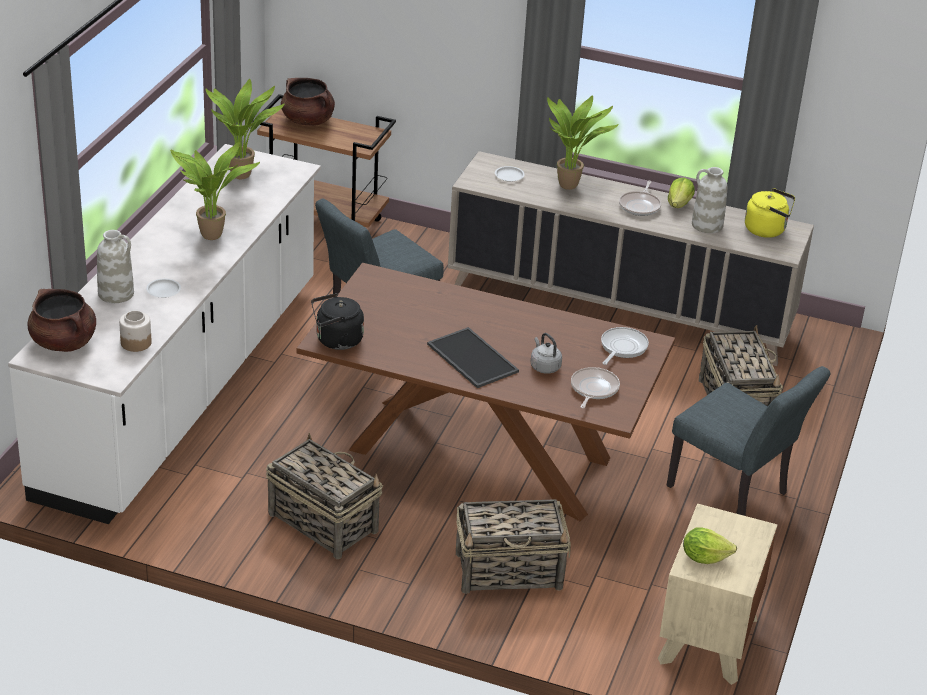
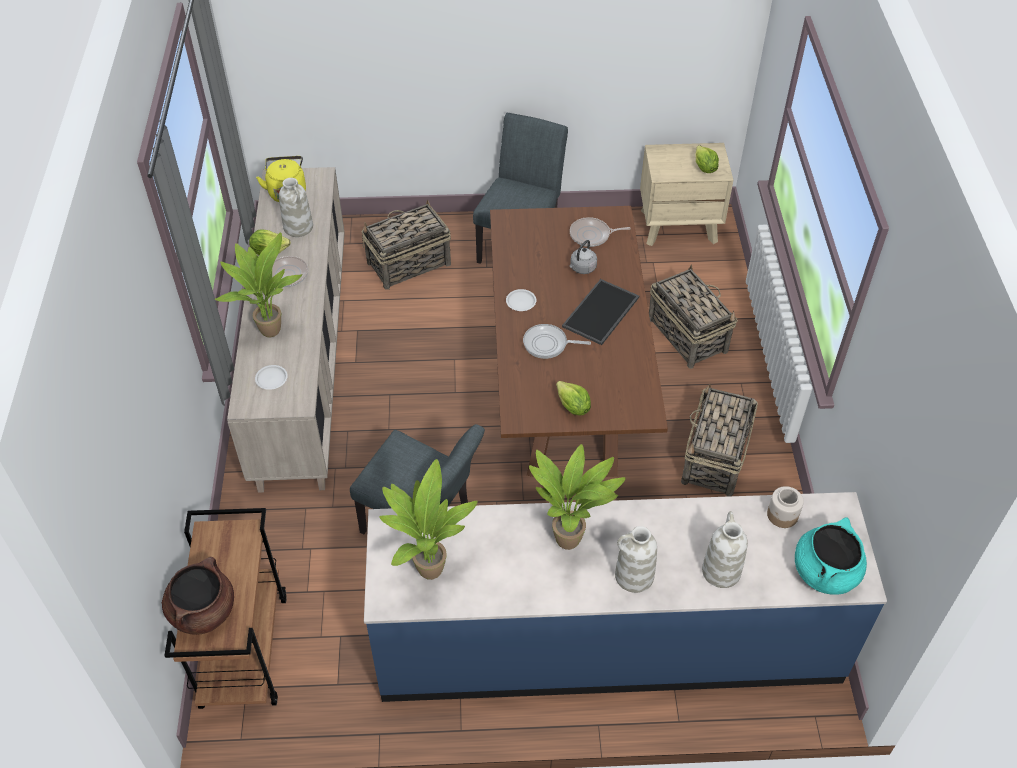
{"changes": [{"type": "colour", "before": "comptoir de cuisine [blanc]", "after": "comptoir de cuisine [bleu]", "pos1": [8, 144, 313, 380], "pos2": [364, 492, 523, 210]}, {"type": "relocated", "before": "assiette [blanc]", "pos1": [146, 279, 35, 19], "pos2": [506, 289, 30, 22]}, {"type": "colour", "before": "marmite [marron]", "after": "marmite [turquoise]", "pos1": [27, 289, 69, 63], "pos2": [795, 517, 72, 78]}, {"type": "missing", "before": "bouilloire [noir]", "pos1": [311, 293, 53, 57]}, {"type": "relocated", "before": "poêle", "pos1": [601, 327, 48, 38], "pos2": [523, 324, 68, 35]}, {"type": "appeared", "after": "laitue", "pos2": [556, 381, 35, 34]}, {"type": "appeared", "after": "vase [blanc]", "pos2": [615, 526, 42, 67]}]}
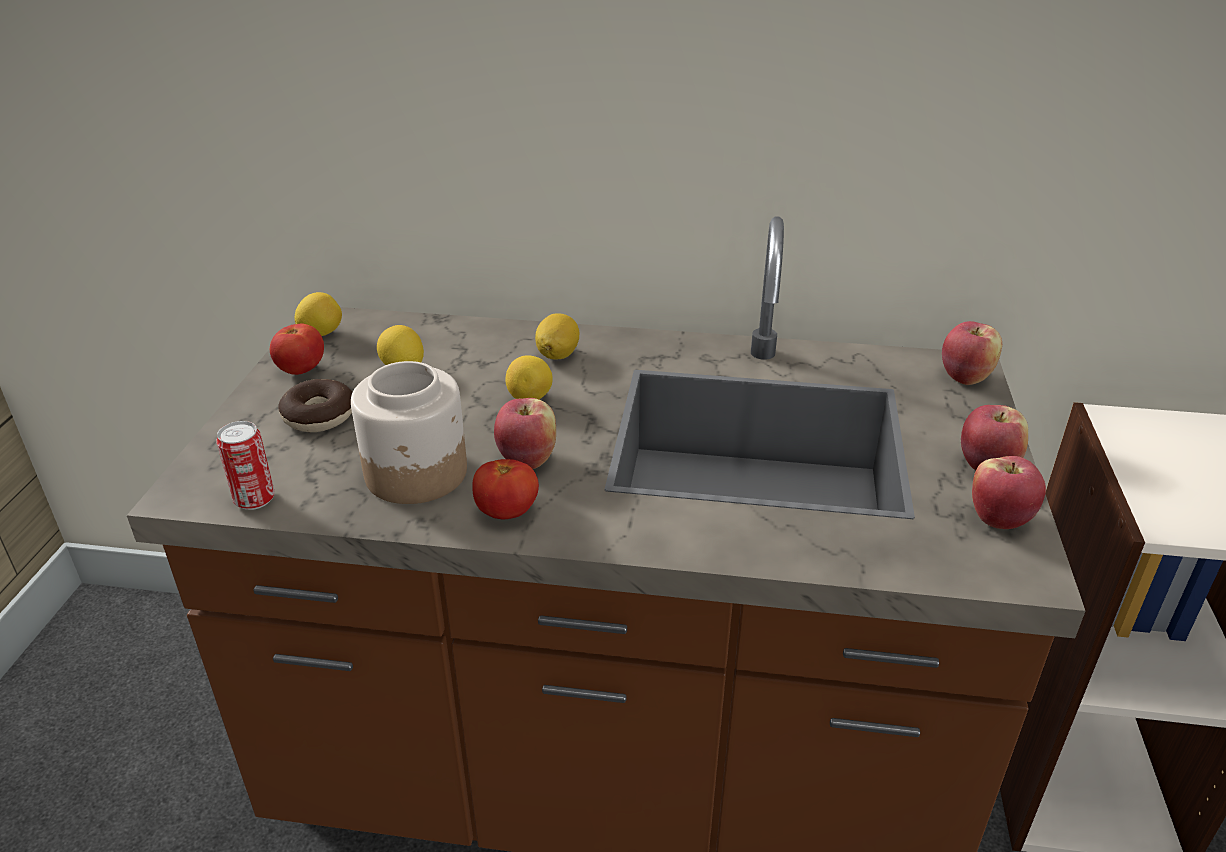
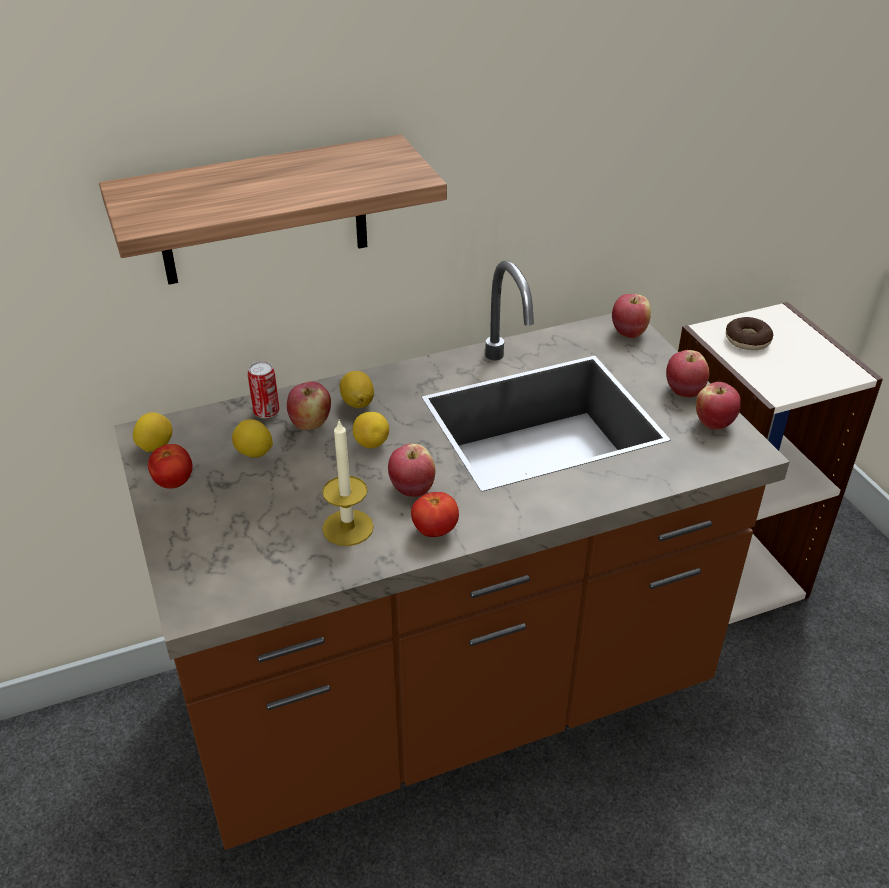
{"changes": [{"type": "exchanged", "before": "bocal", "after": "bougie", "pos1": [351, 361, 116, 143], "pos2": [322, 421, 52, 125]}, {"type": "relocated", "before": "beignet", "pos1": [278, 379, 75, 53], "pos2": [726, 317, 47, 33]}, {"type": "relocated", "before": "boîte métallique", "pos1": [216, 421, 59, 89], "pos2": [247, 361, 32, 57]}, {"type": "appeared", "after": "étagère", "pos2": [99, 135, 348, 149]}, {"type": "appeared", "after": "pomme", "pos2": [287, 382, 44, 48]}]}
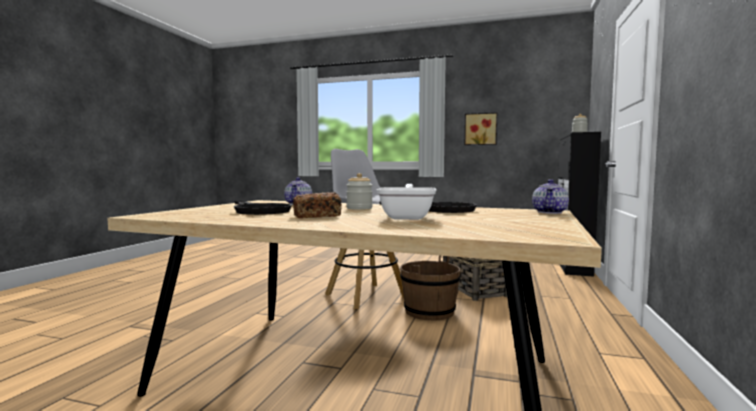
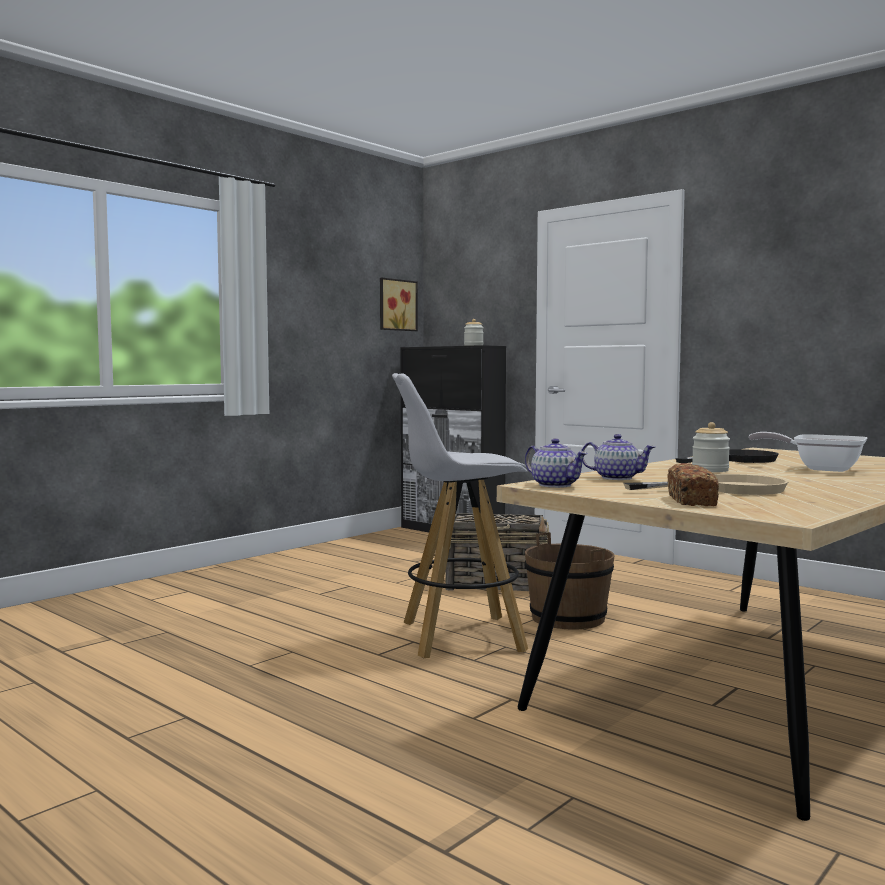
{"changes": [{"type": "relocated", "before": "tableau", "pos1": [464, 112, 33, 33], "pos2": [380, 278, 38, 53]}, {"type": "relocated", "before": "théière", "pos1": [532, 179, 37, 35], "pos2": [525, 438, 63, 50]}, {"type": "relocated", "before": "pain", "pos1": [293, 192, 49, 26], "pos2": [667, 463, 52, 43]}, {"type": "colour", "before": "poêle [noir]", "after": "poêle [beige]", "pos1": [234, 201, 58, 14], "pos2": [623, 474, 165, 21]}]}
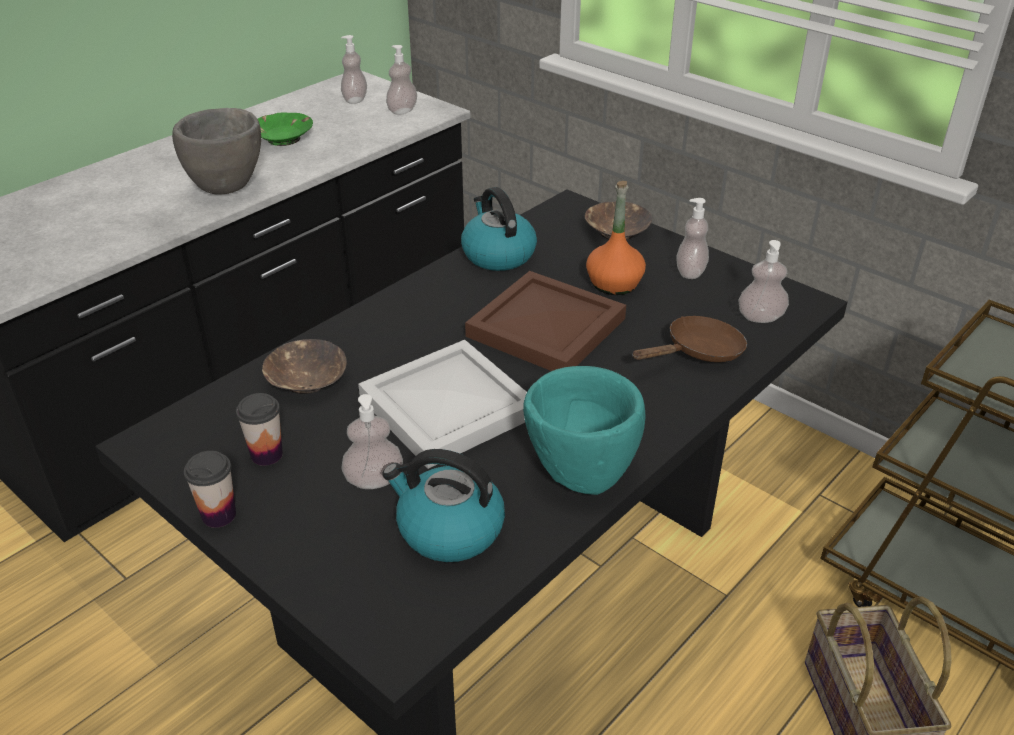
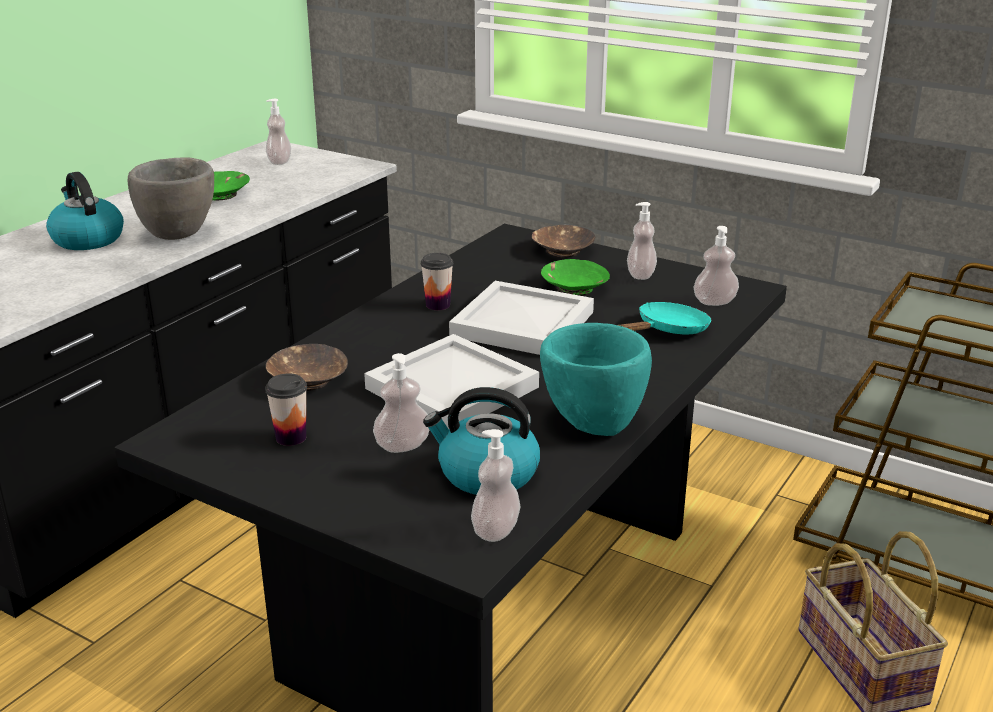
{"changes": [{"type": "relocated", "before": "distributeur de savon", "pos1": [386, 45, 31, 70], "pos2": [471, 429, 49, 113]}, {"type": "exchanged", "before": "bouteille [orange]", "after": "bol [vert]", "pos1": [586, 181, 60, 114], "pos2": [541, 259, 69, 37]}, {"type": "relocated", "before": "bouilloire", "pos1": [461, 187, 76, 84], "pos2": [46, 172, 78, 78]}, {"type": "colour", "before": "plateau [marron]", "after": "plateau [blanc]", "pos1": [465, 271, 161, 100], "pos2": [449, 281, 145, 74]}, {"type": "colour", "before": "poêle [marron]", "after": "poêle [turquoise]", "pos1": [632, 316, 115, 46], "pos2": [618, 302, 93, 32]}, {"type": "relocated", "before": "tasse", "pos1": [184, 451, 52, 77], "pos2": [421, 253, 32, 57]}]}
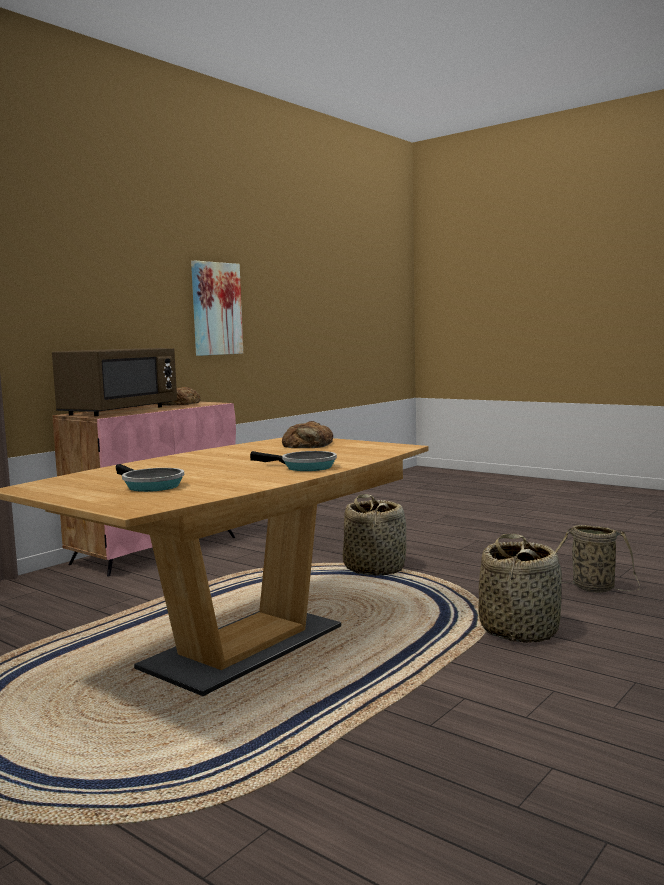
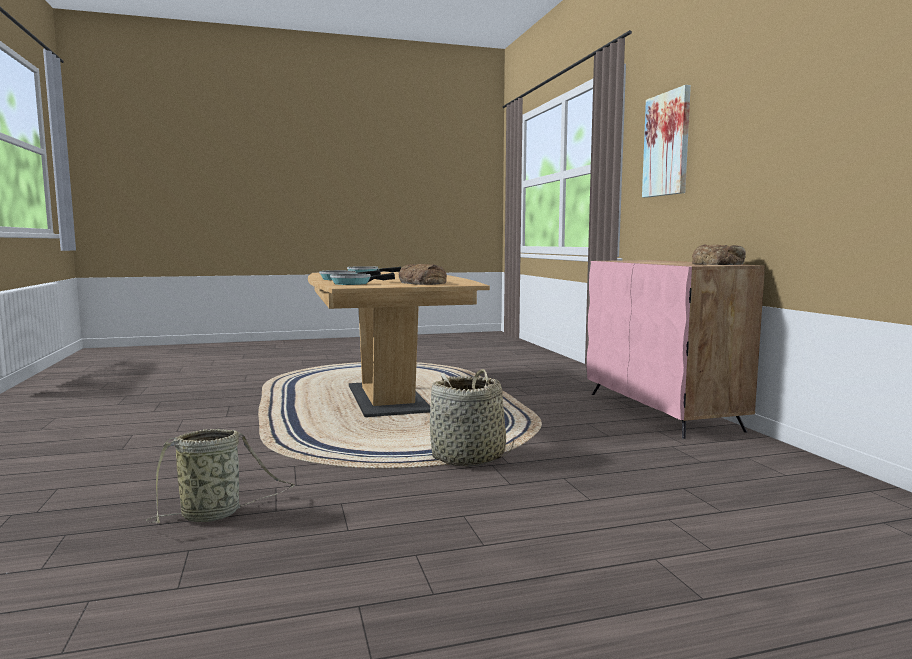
{"changes": [{"type": "relocated", "before": "tableau", "pos1": [191, 260, 52, 96], "pos2": [642, 85, 49, 113]}, {"type": "missing", "before": "micro-ondes [marron]", "pos1": [52, 348, 125, 68]}, {"type": "missing", "before": "panier", "pos1": [478, 534, 84, 109]}, {"type": "appeared", "after": "poêle", "pos2": [330, 273, 65, 12]}]}
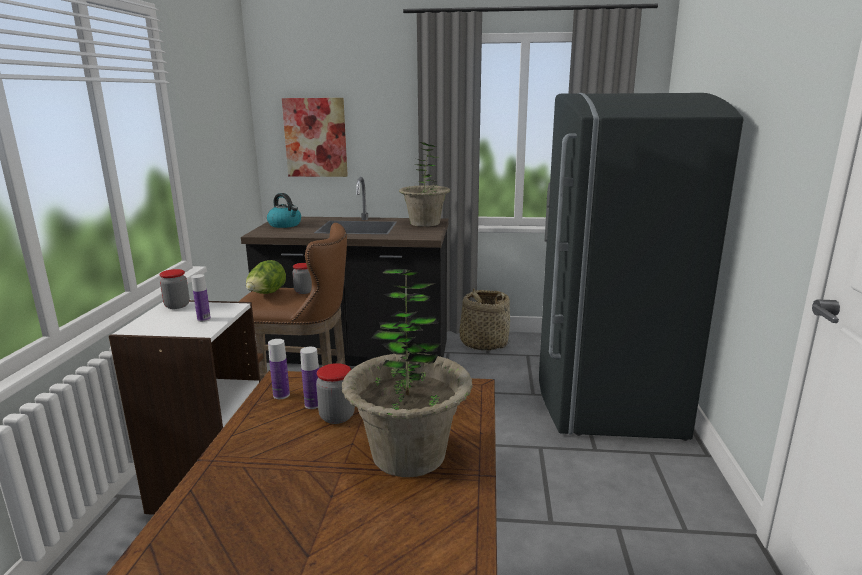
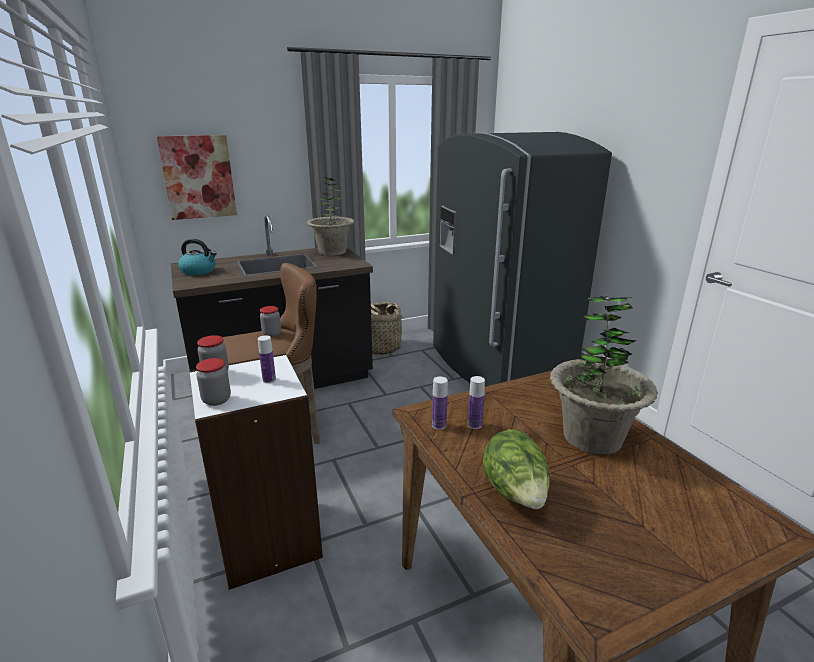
{"changes": [{"type": "relocated", "before": "laitue", "pos1": [246, 260, 40, 34], "pos2": [483, 429, 67, 80]}, {"type": "relocated", "before": "bocal", "pos1": [316, 363, 39, 61], "pos2": [196, 358, 35, 48]}]}
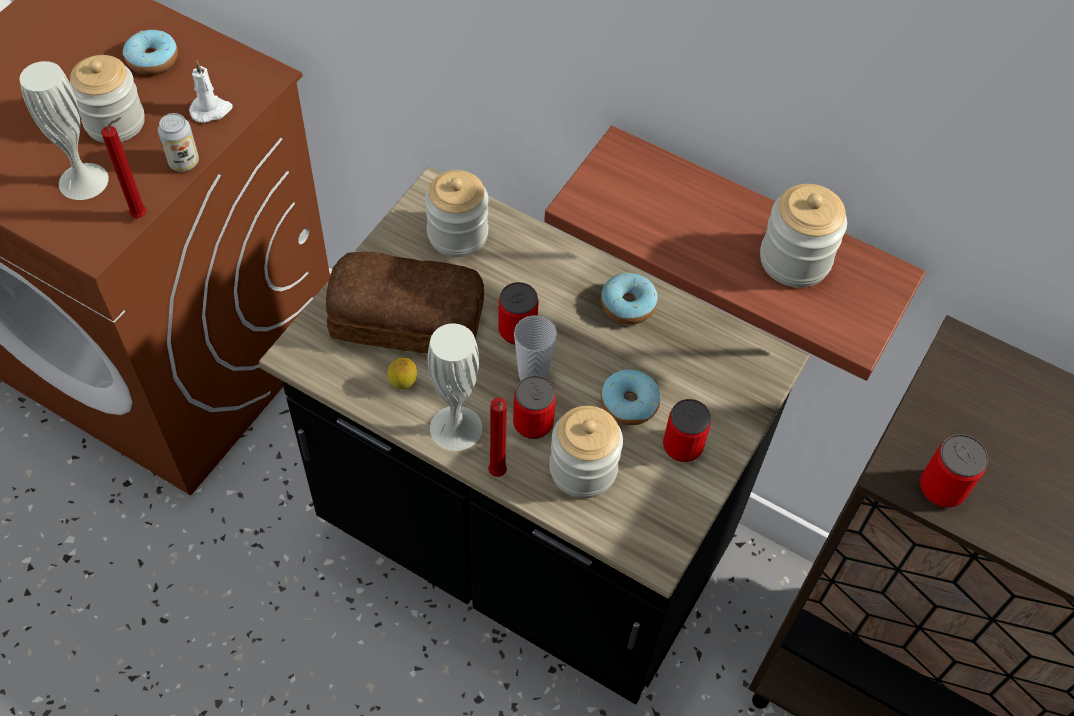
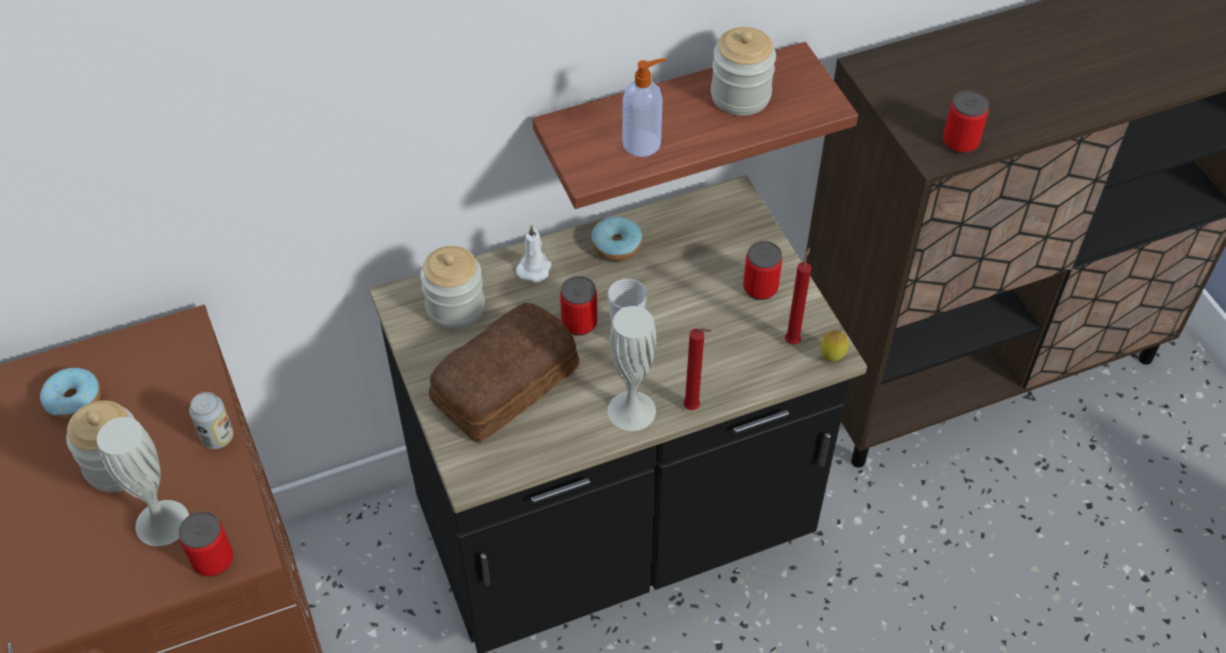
{"changes": [{"type": "relocated", "before": "bougie [blanc]", "pos1": [189, 60, 44, 63], "pos2": [516, 224, 35, 58]}, {"type": "relocated", "before": "bougie [rouge]", "pos1": [101, 117, 46, 101], "pos2": [785, 247, 26, 98]}, {"type": "relocated", "before": "citron", "pos1": [387, 358, 30, 31], "pos2": [820, 331, 29, 31]}, {"type": "missing", "before": "beignet", "pos1": [601, 369, 59, 56]}, {"type": "relocated", "before": "boîte métallique", "pos1": [513, 376, 43, 63], "pos2": [179, 511, 55, 66]}, {"type": "missing", "before": "bocal", "pos1": [549, 406, 74, 92]}, {"type": "appeared", "after": "distributeur de savon", "pos2": [622, 58, 44, 99]}]}
